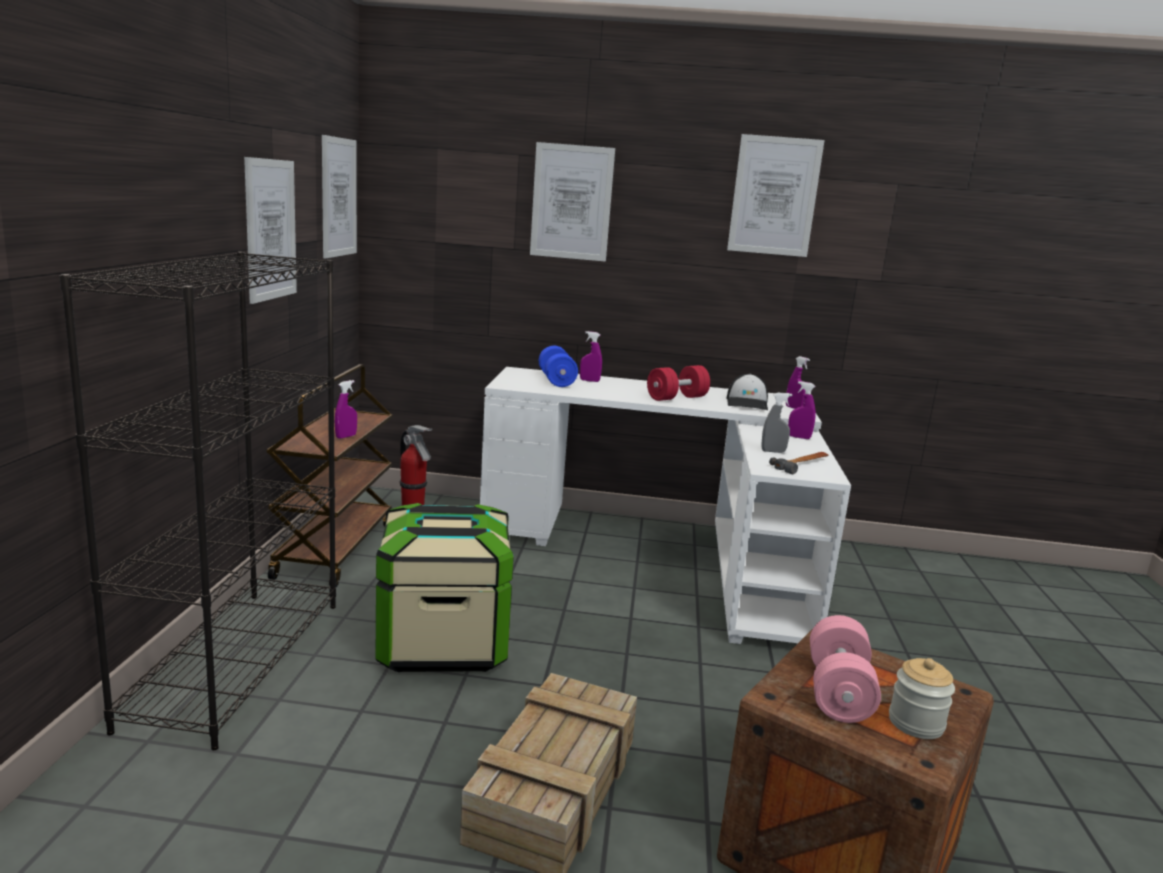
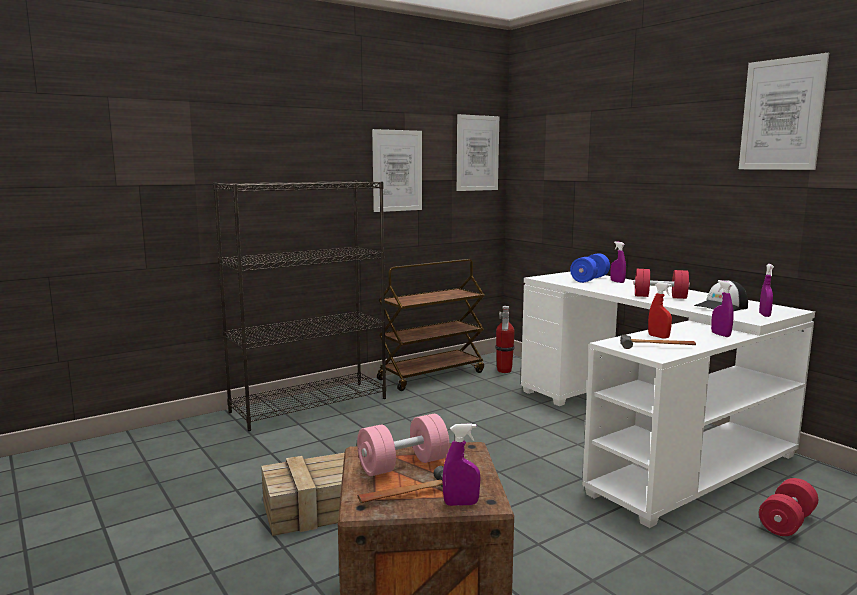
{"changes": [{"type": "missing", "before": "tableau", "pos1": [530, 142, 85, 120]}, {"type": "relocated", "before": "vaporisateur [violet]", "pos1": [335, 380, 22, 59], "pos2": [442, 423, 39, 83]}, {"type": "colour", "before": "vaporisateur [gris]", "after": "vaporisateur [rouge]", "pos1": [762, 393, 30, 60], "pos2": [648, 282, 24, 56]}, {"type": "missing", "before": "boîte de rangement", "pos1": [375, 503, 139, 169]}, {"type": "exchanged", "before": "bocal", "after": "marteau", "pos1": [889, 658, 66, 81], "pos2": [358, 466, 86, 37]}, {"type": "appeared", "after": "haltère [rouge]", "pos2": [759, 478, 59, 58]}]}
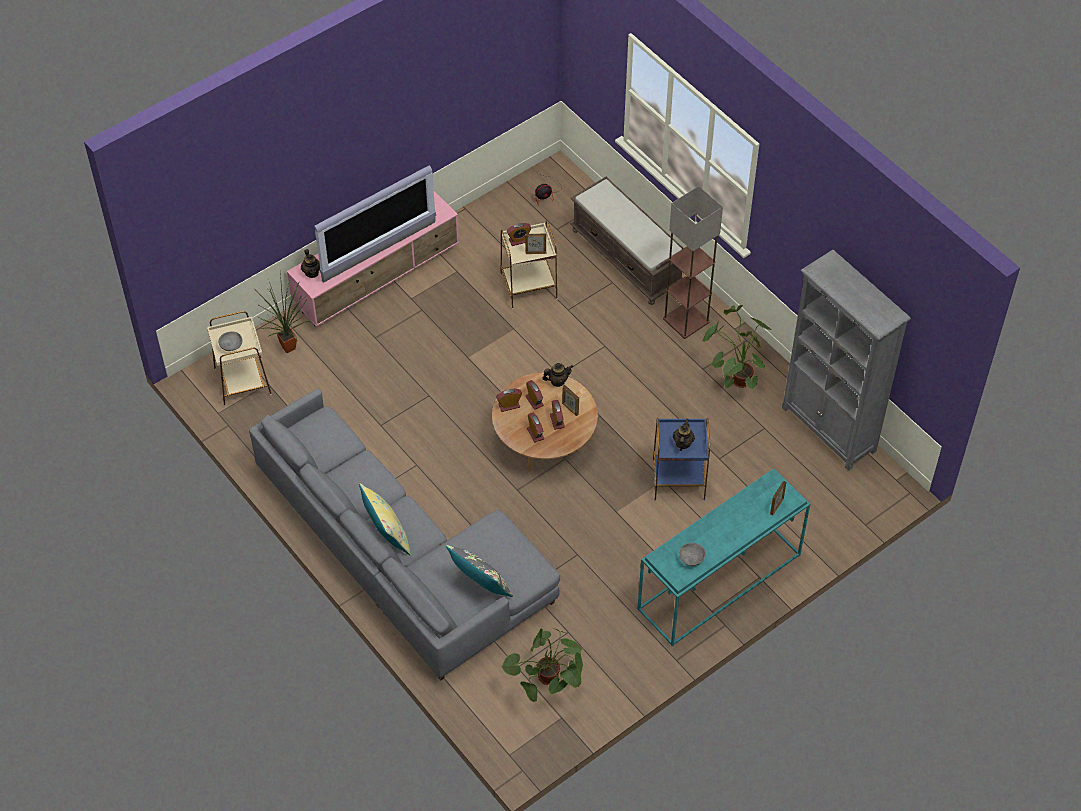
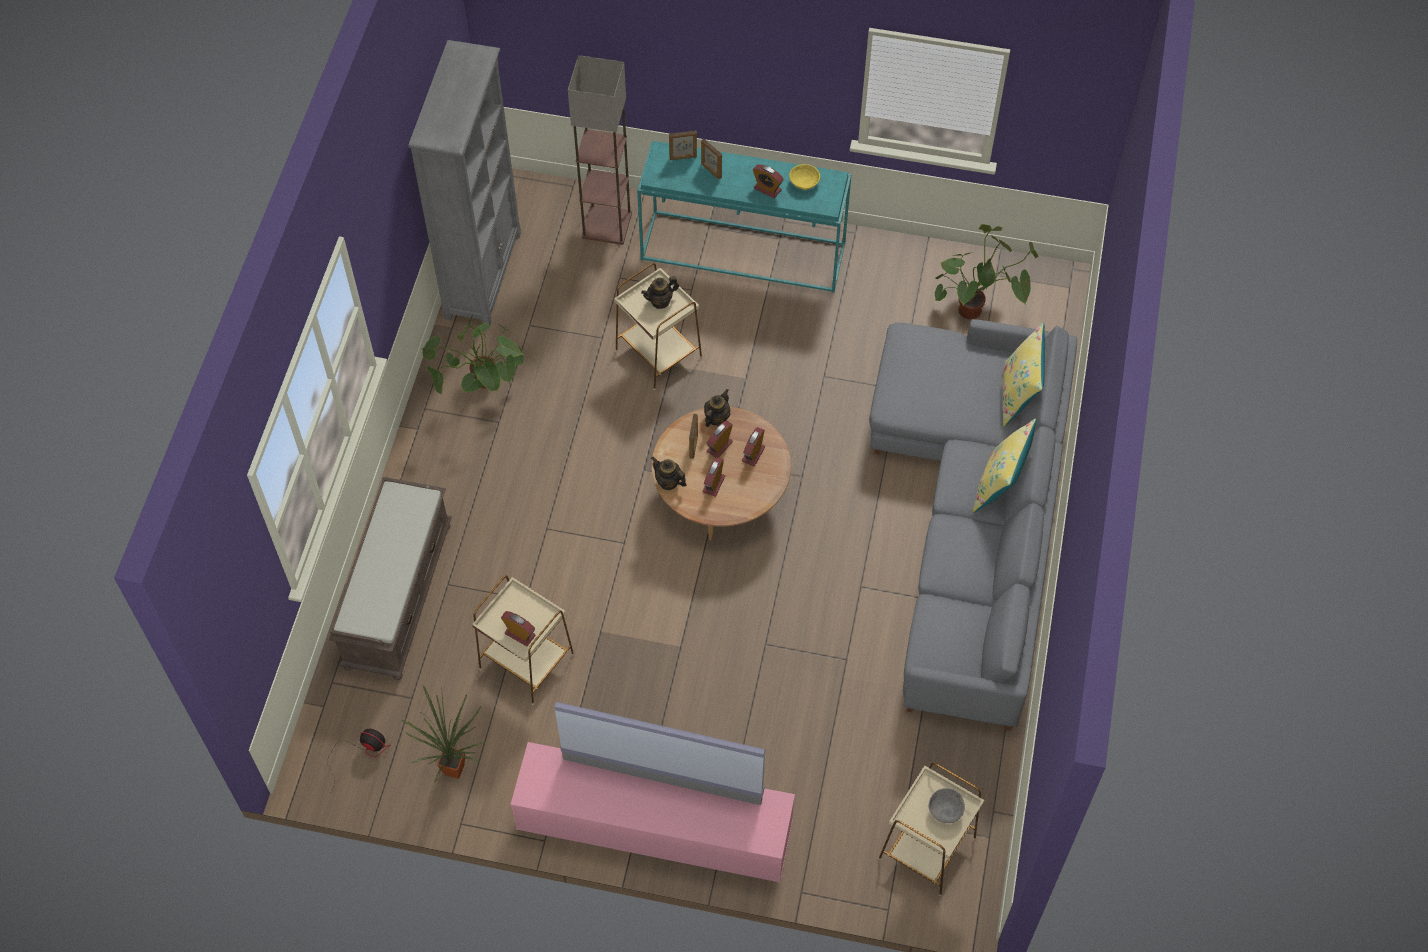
{"changes": [{"type": "relocated", "before": "lampadaire", "pos1": [663, 186, 60, 153], "pos2": [568, 55, 64, 190]}, {"type": "relocated", "before": "cadre photo", "pos1": [525, 234, 21, 20], "pos2": [701, 139, 21, 40]}, {"type": "relocated", "before": "théière", "pos1": [301, 249, 19, 29], "pos2": [704, 389, 26, 38]}, {"type": "relocated", "before": "plante en pot", "pos1": [255, 271, 55, 82], "pos2": [402, 686, 82, 97]}, {"type": "relocated", "before": "réveil", "pos1": [496, 389, 26, 23], "pos2": [753, 165, 31, 33]}, {"type": "colour", "before": "table d'appoint [bleu]", "after": "table d'appoint [beige]", "pos1": [653, 418, 57, 83], "pos2": [614, 263, 88, 127]}, {"type": "colour", "before": "bol [gris]", "after": "bol [jaune]", "pos1": [679, 543, 27, 23], "pos2": [789, 164, 31, 26]}, {"type": "missing", "before": "coussin [gris]", "pos1": [446, 545, 67, 52]}, {"type": "appeared", "after": "coussin [jaune]", "pos2": [1002, 323, 43, 104]}]}
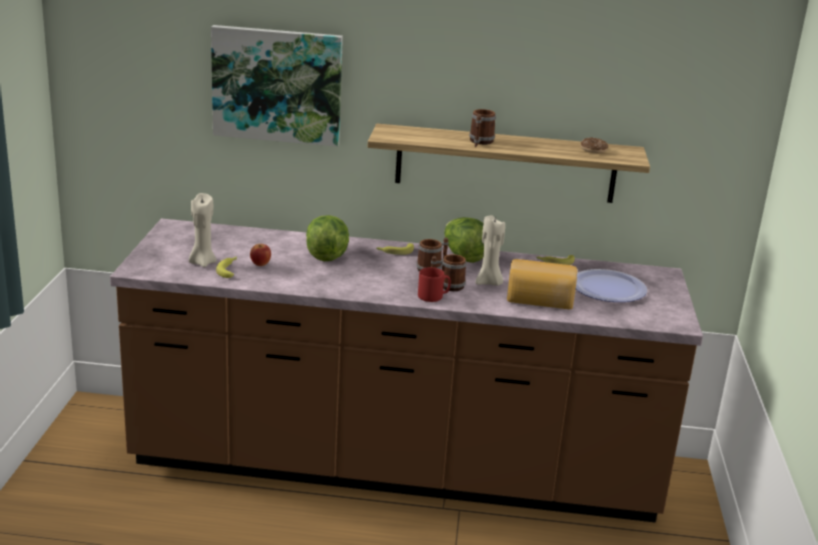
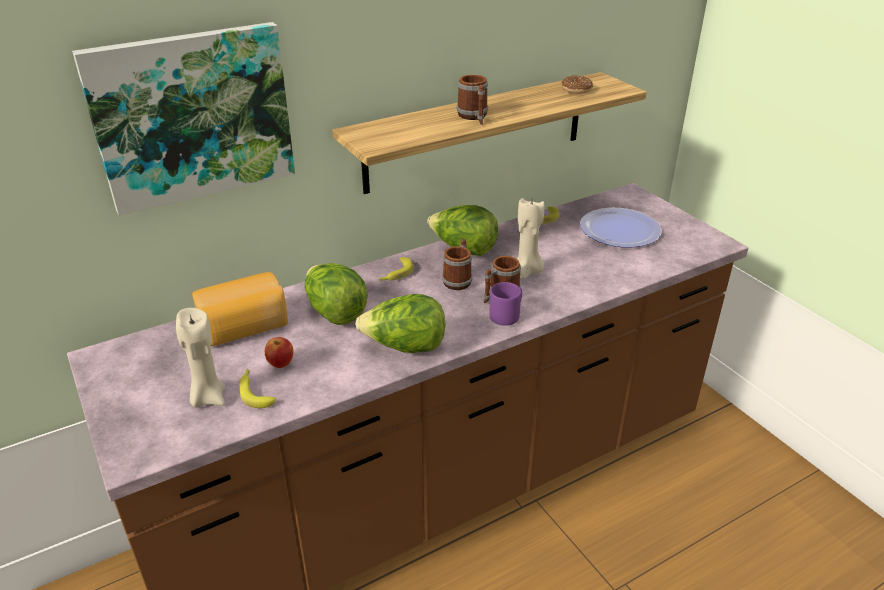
{"changes": [{"type": "relocated", "before": "pain", "pos1": [507, 259, 70, 50], "pos2": [192, 272, 96, 74]}, {"type": "colour", "before": "mug [rouge]", "after": "mug [violet]", "pos1": [418, 267, 33, 35], "pos2": [489, 282, 33, 44]}, {"type": "appeared", "after": "laitue", "pos2": [355, 294, 91, 59]}]}
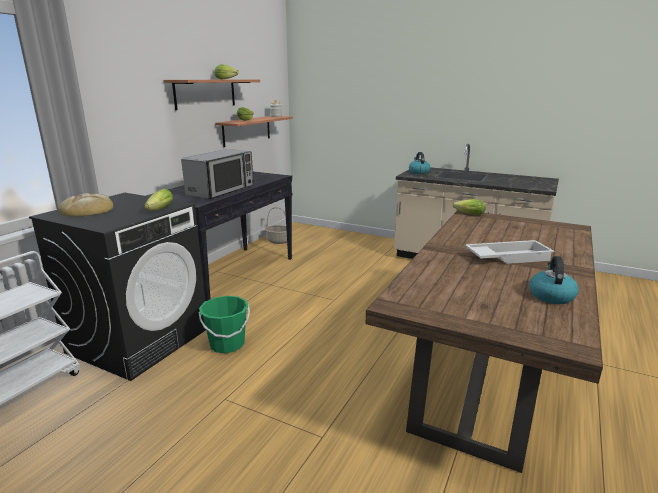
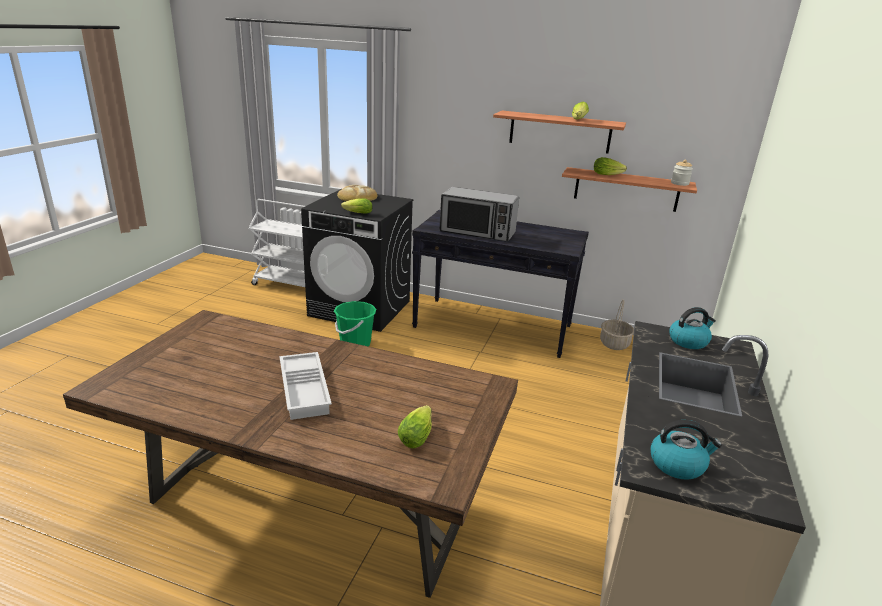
{"changes": [{"type": "relocated", "before": "laitue", "pos1": [453, 199, 33, 16], "pos2": [398, 405, 34, 43]}, {"type": "relocated", "before": "bouilloire", "pos1": [530, 256, 49, 48], "pos2": [650, 420, 72, 60]}]}
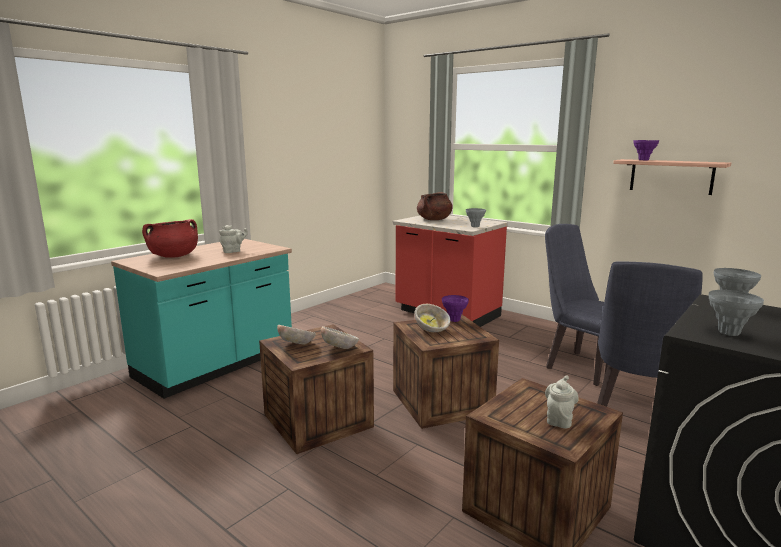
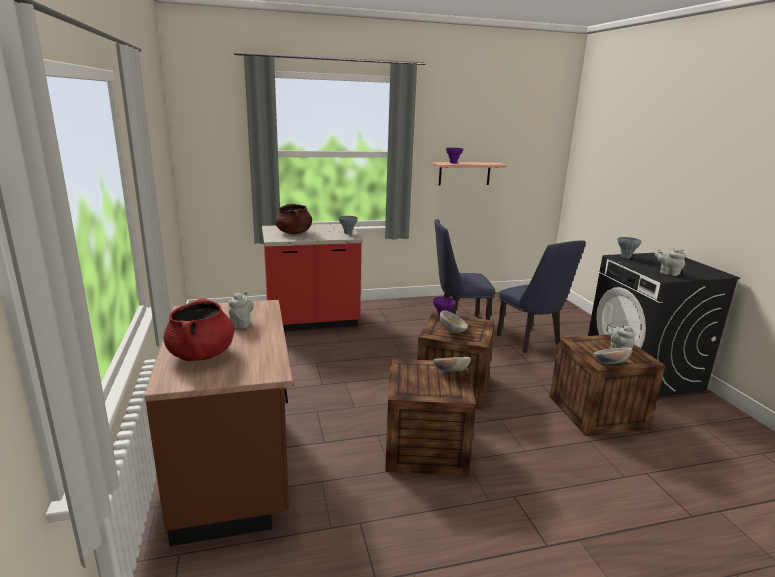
{"changes": [{"type": "colour", "before": "comptoir de cuisine [turquoise]", "after": "comptoir de cuisine [marron]", "pos1": [111, 239, 181, 160], "pos2": [145, 300, 148, 247]}, {"type": "exchanged", "before": "vase [gris]", "after": "théière [gris]", "pos1": [709, 290, 55, 46], "pos2": [655, 248, 31, 28]}, {"type": "relocated", "before": "bol", "pos1": [277, 325, 39, 19], "pos2": [594, 347, 38, 17]}]}
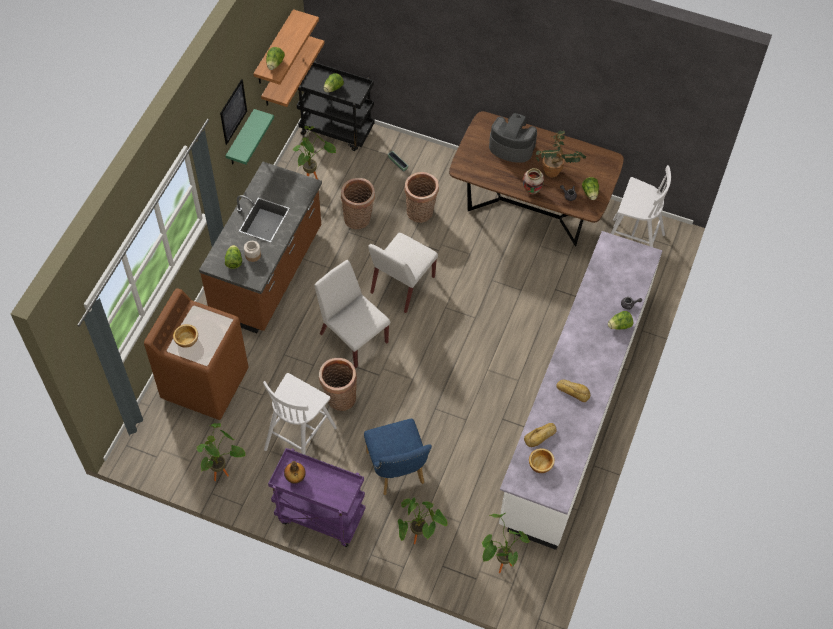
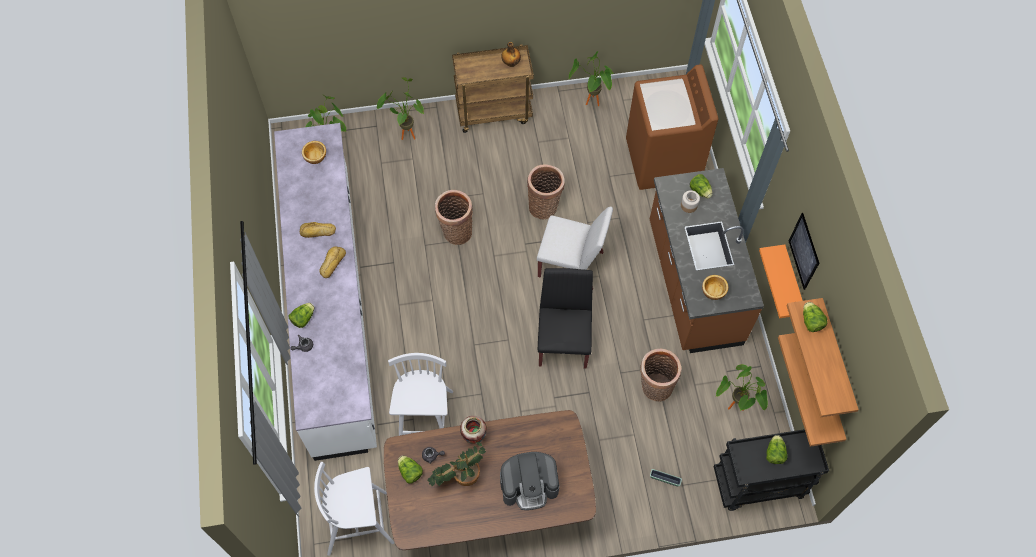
{"changes": [{"type": "colour", "before": "étagère [vert]", "after": "étagère [orange]", "pos1": [226, 109, 48, 56], "pos2": [759, 244, 44, 74]}, {"type": "relocated", "before": "panier", "pos1": [405, 172, 34, 51], "pos2": [435, 190, 38, 55]}, {"type": "colour", "before": "chaise [blanc]", "after": "chaise [noir]", "pos1": [368, 233, 70, 80], "pos2": [538, 268, 55, 101]}, {"type": "relocated", "before": "bol", "pos1": [173, 324, 25, 24], "pos2": [702, 275, 26, 25]}, {"type": "relocated", "before": "tabouret [blanc]", "pos1": [263, 373, 74, 82], "pos2": [388, 353, 65, 83]}, {"type": "missing", "before": "chaise [bleu]", "pos1": [364, 419, 68, 76]}, {"type": "relocated", "before": "pain", "pos1": [524, 423, 32, 24], "pos2": [319, 246, 27, 32]}, {"type": "colour", "before": "chariot [violet]", "after": "chariot [marron]", "pos1": [268, 448, 97, 99], "pos2": [452, 45, 82, 88]}]}
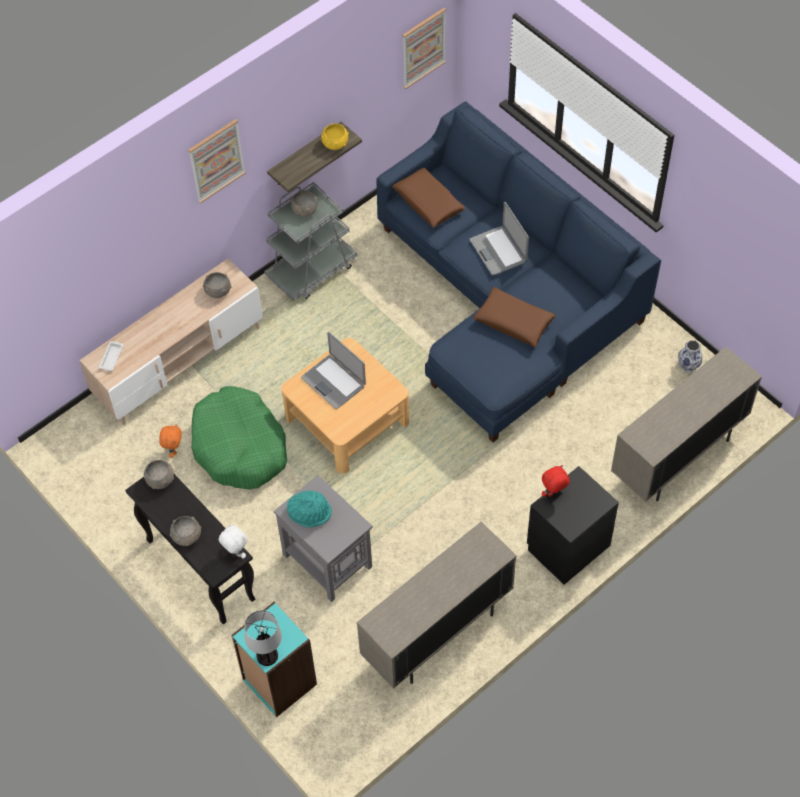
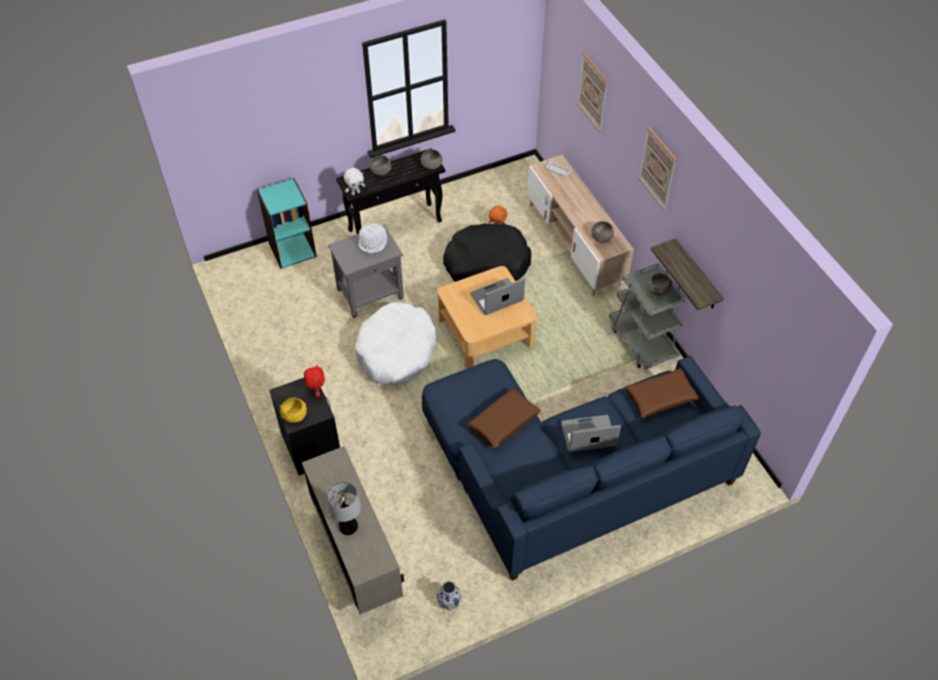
{"changes": [{"type": "relocated", "before": "tableau", "pos1": [402, 8, 44, 81], "pos2": [577, 53, 32, 79]}, {"type": "relocated", "before": "bol [jaune]", "pos1": [321, 124, 28, 26], "pos2": [280, 397, 27, 26]}, {"type": "colour", "before": "panier pour chien [vert]", "after": "panier pour chien [noir]", "pos1": [192, 386, 95, 103], "pos2": [443, 223, 89, 59]}, {"type": "colour", "before": "chapeau [turquoise]", "after": "chapeau [blanc]", "pos1": [287, 490, 45, 37], "pos2": [359, 223, 28, 31]}, {"type": "missing", "before": "meuble de rangement [beige]", "pos1": [357, 522, 160, 167]}, {"type": "relocated", "before": "lampe de table", "pos1": [244, 610, 38, 56], "pos2": [327, 482, 34, 53]}, {"type": "appeared", "after": "panier pour chien [blanc]", "pos2": [355, 302, 82, 84]}]}
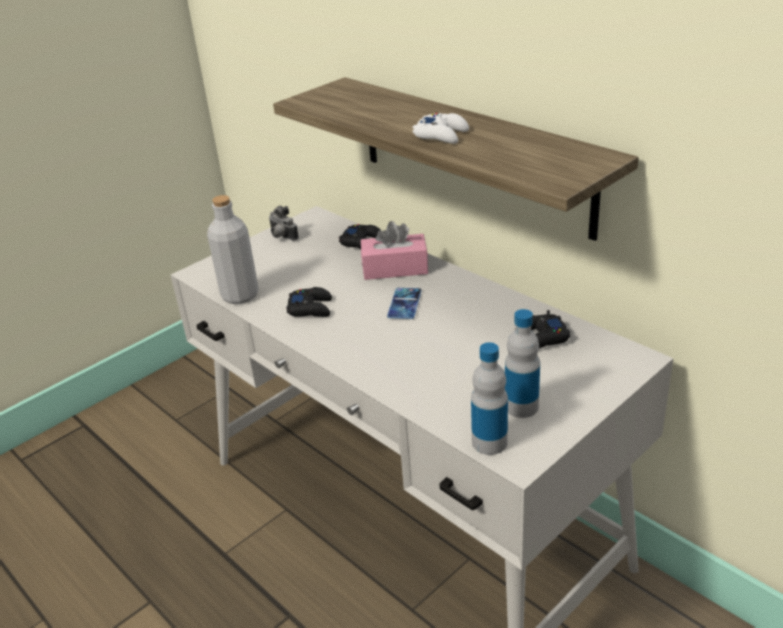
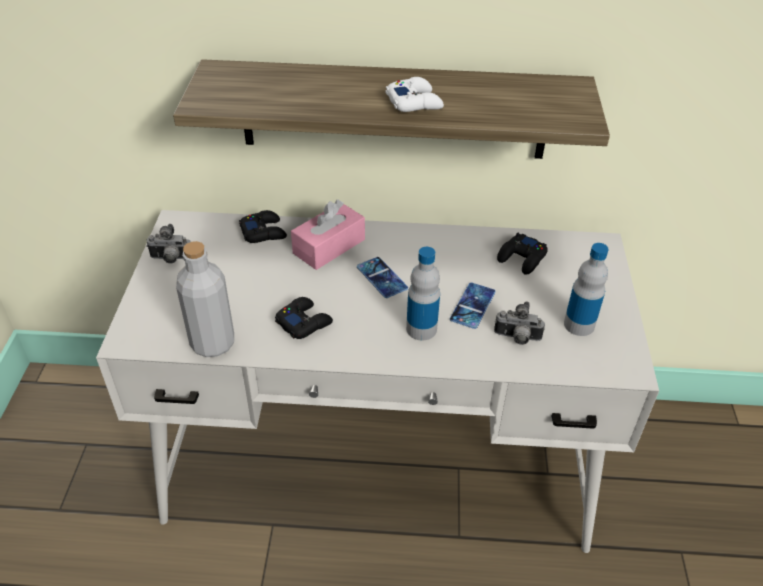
{"changes": [{"type": "relocated", "before": "bouteille", "pos1": [471, 342, 37, 113], "pos2": [406, 247, 34, 93]}, {"type": "appeared", "after": "téléphone", "pos2": [450, 282, 45, 47]}, {"type": "appeared", "after": "appareil photo", "pos2": [494, 301, 51, 44]}]}
